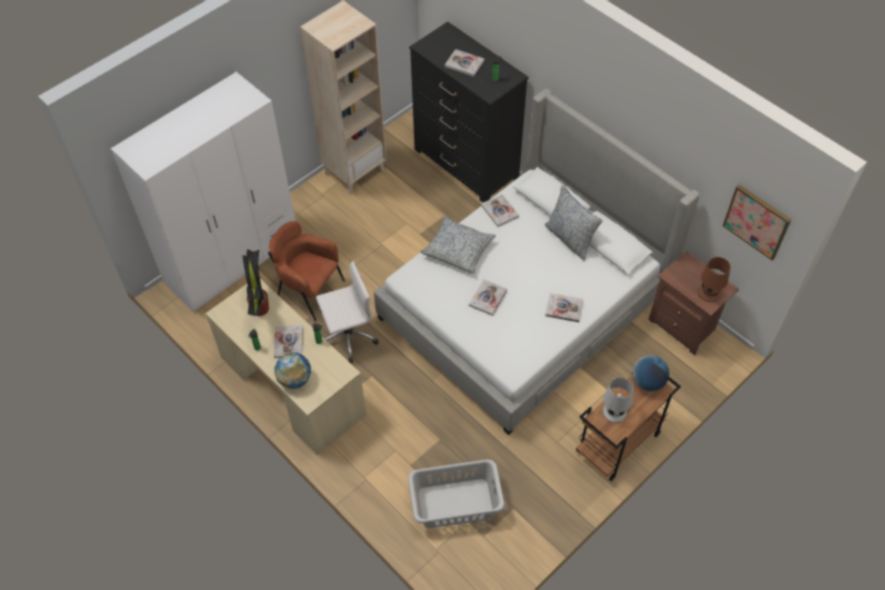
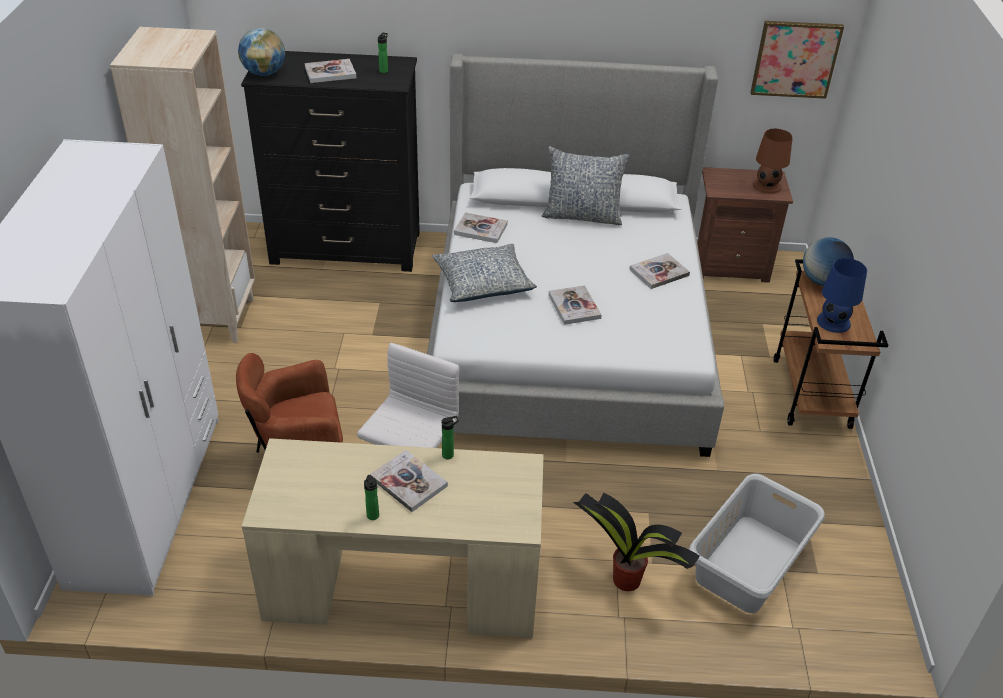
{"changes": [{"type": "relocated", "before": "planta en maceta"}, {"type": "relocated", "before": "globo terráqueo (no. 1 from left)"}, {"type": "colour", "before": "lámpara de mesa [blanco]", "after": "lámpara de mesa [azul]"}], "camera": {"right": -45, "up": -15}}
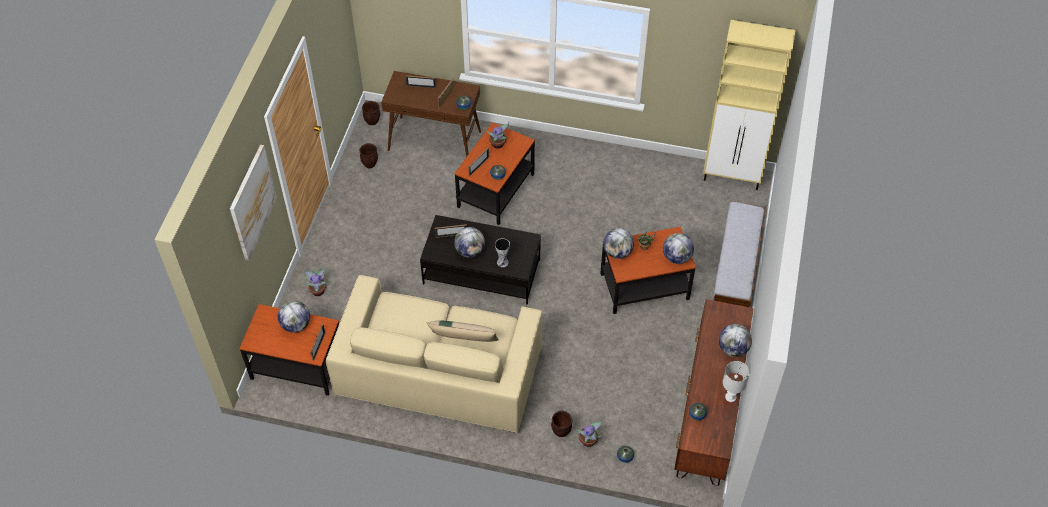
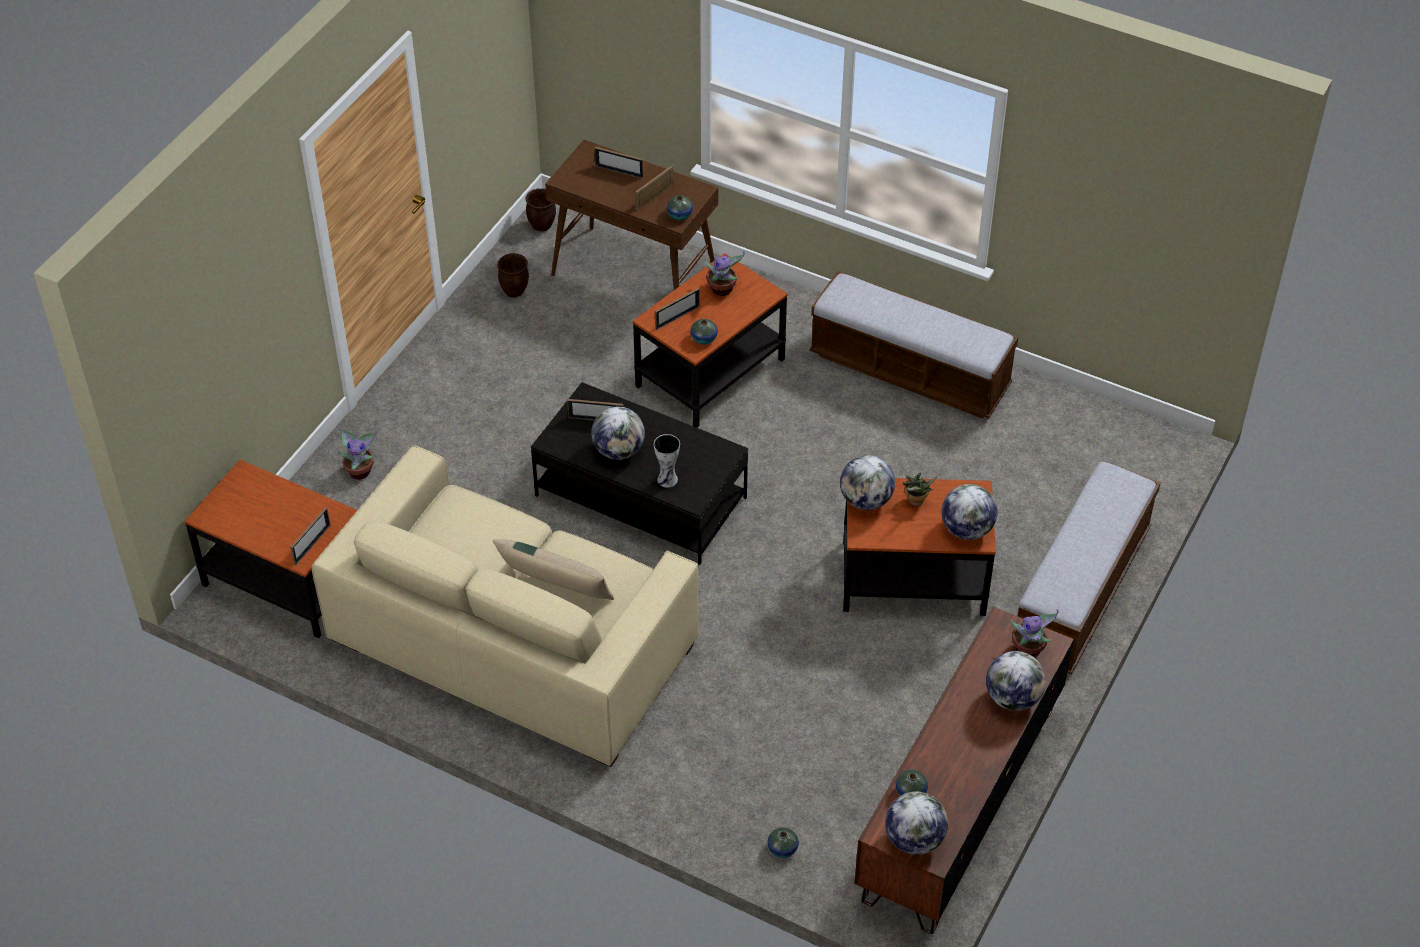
{"changes": [{"type": "missing", "before": "cuadro"}, {"type": "missing", "before": "maceta [marrón] (no. 3 from left)"}, {"type": "missing", "before": "armario [beis]"}, {"type": "missing", "before": "lámpara de mesa [blanco]"}, {"type": "appeared", "after": "banco (no. 1 from left)"}, {"type": "relocated", "before": "globo terráqueo (no. 1 from left in the first image)", "after": "globo terráqueo (no. 3 from left)"}, {"type": "relocated", "before": "planta en maceta (no. 3 from left in the first image)", "after": "planta en maceta (no. 4 from left)"}], "camera": {"right": 15, "up": -5}}
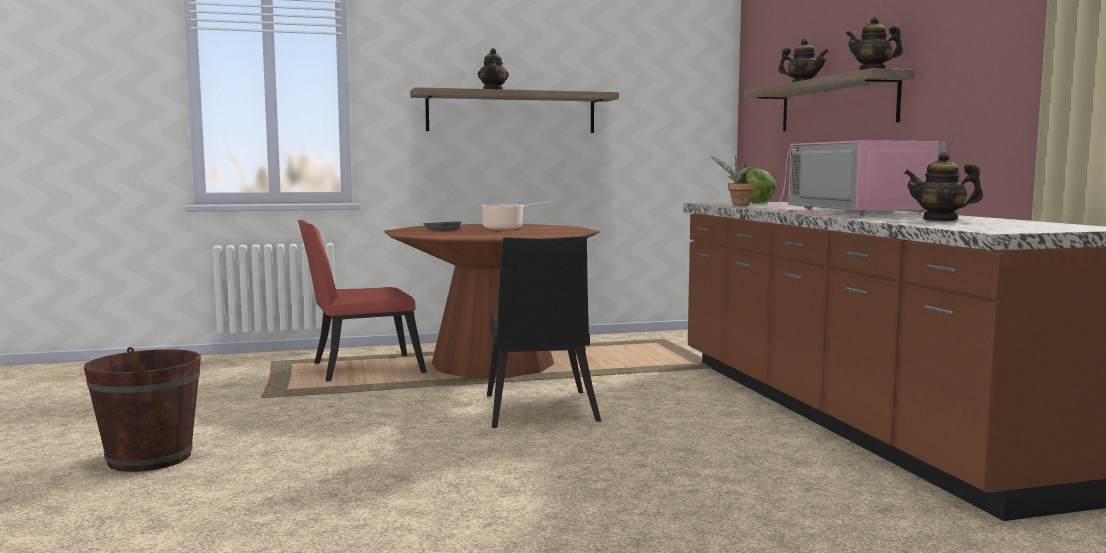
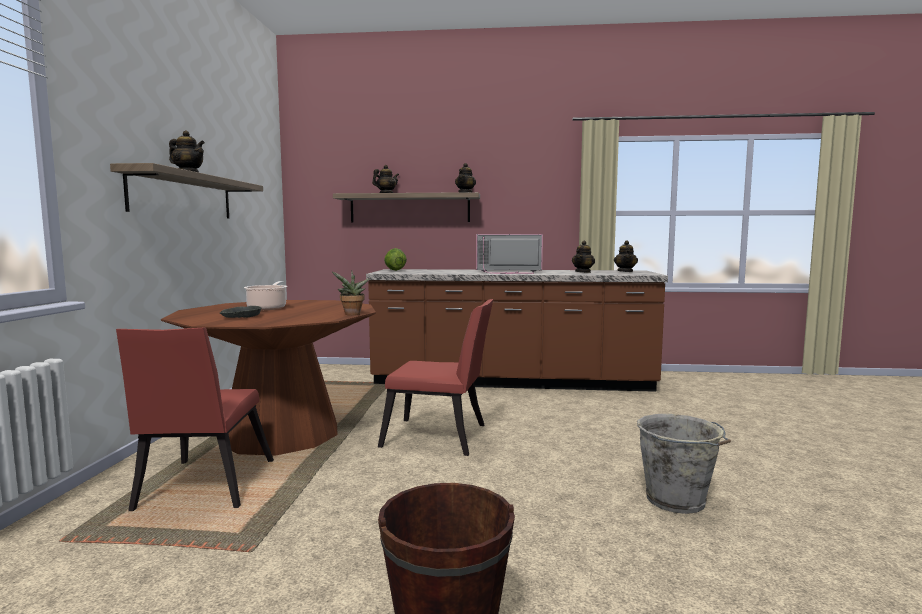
{"changes": [{"type": "appeared", "after": "tetera (no. 5 from left)"}, {"type": "appeared", "after": "cubo [gris]"}, {"type": "relocated", "before": "planta en maceta"}, {"type": "colour", "before": "silla [negro]", "after": "silla [rojo] (no. 2 from left)"}], "camera": {"right": -70, "up": 0}}
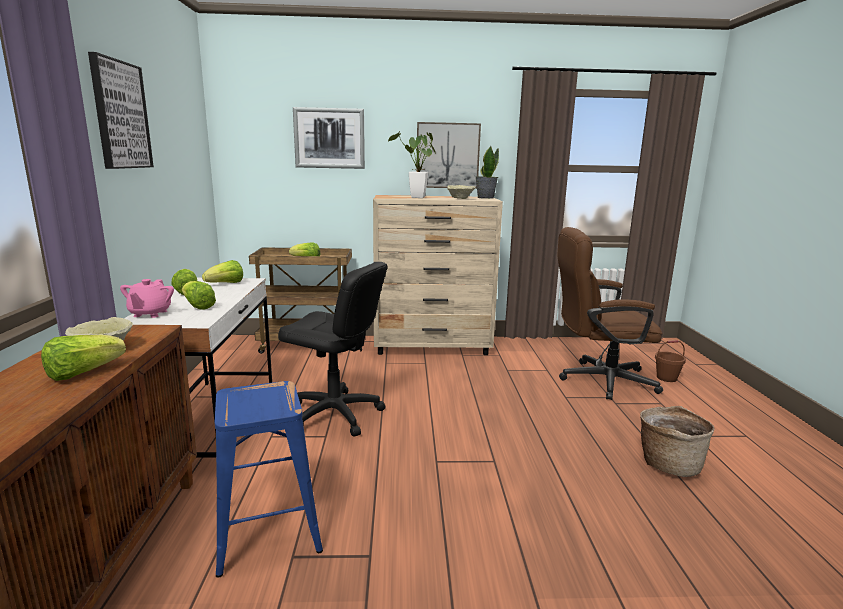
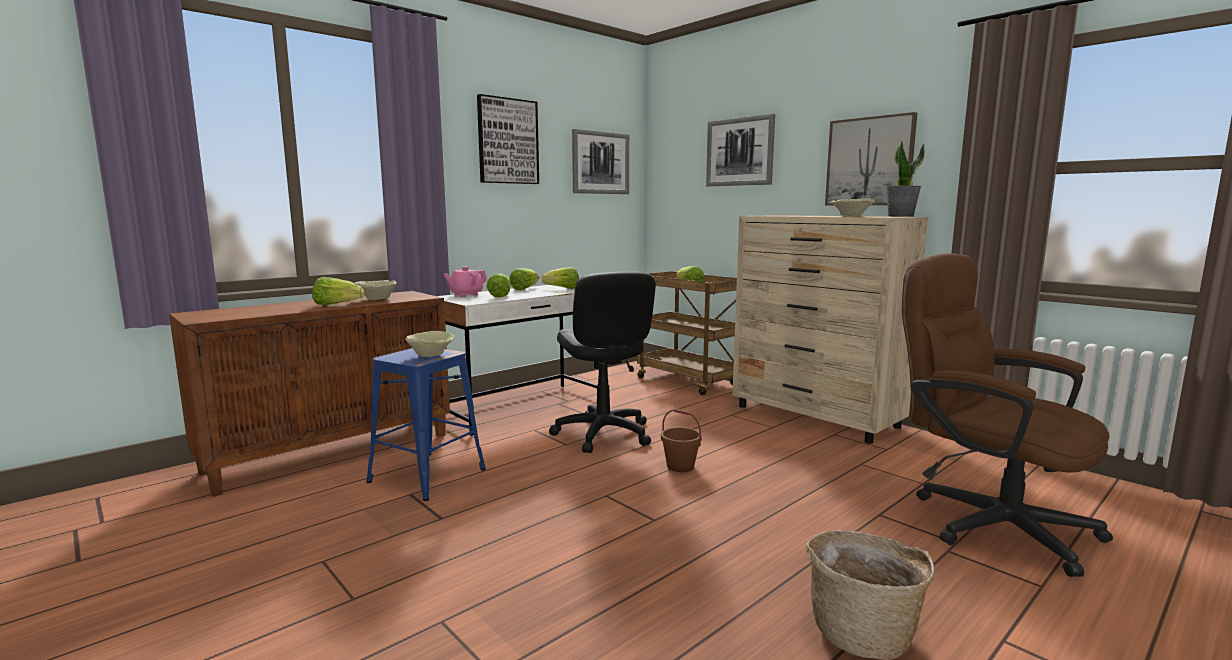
{"changes": [{"type": "missing", "before": "planta en maceta (no. 1 from left)"}, {"type": "appeared", "after": "cuenco [beis] (no. 2 from left)"}, {"type": "appeared", "after": "cuadro (no. 2 from left)"}, {"type": "relocated", "before": "cubo [marrón]"}], "camera": {"right": 50, "up": -5}}
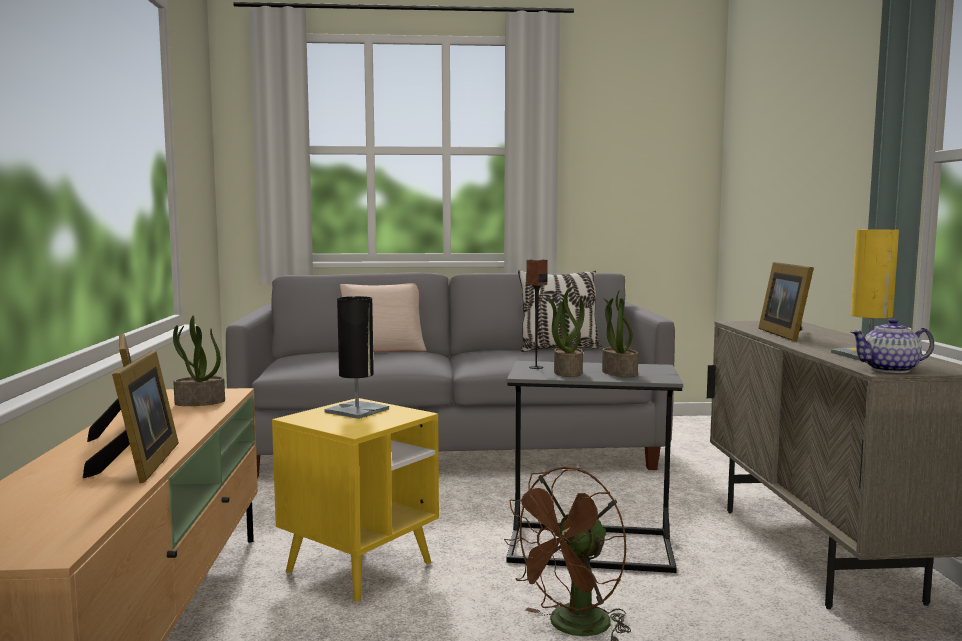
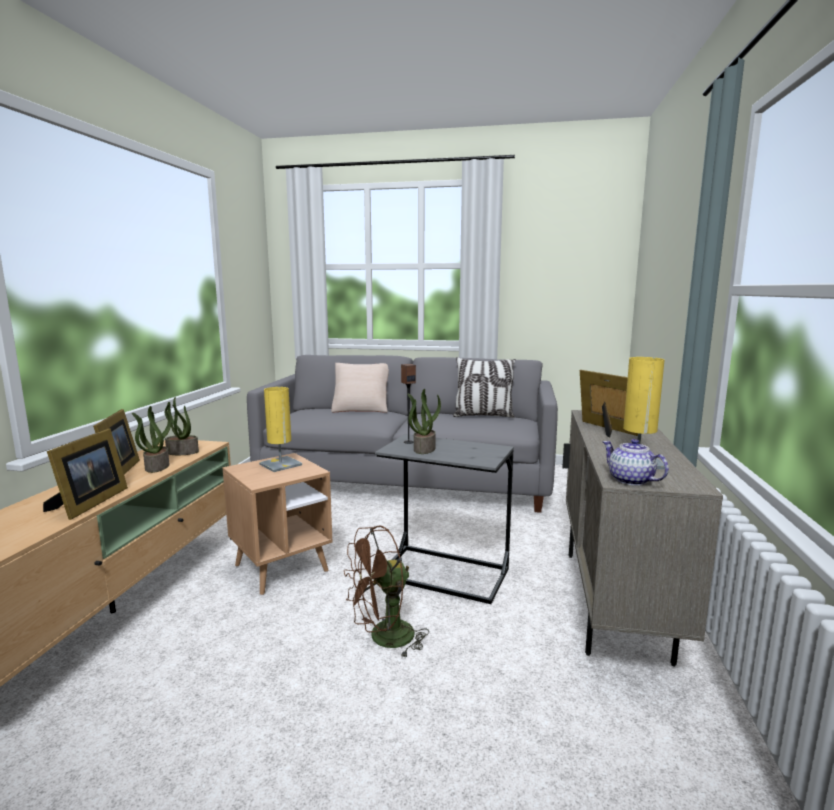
{"changes": [{"type": "relocated", "before": "planta en maceta (no. 3 from left in the first image)", "after": "planta en maceta (no. 1 from left)"}, {"type": "colour", "before": "mesa auxiliar [amarillo]", "after": "mesa auxiliar [marrón]"}, {"type": "colour", "before": "lámpara de mesa [negro]", "after": "lámpara de mesa [amarillo] (no. 1 from left)"}, {"type": "spun", "before": "portarretratos (no. 3 from left)", "turn": 135}, {"type": "spun", "before": "tetera", "turn": 45}], "camera": {"right": 15, "up": 5}}
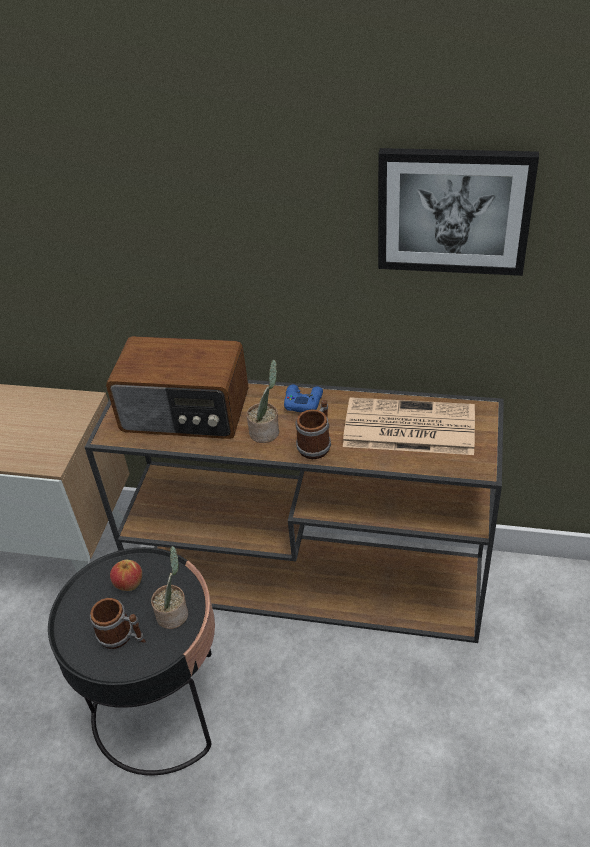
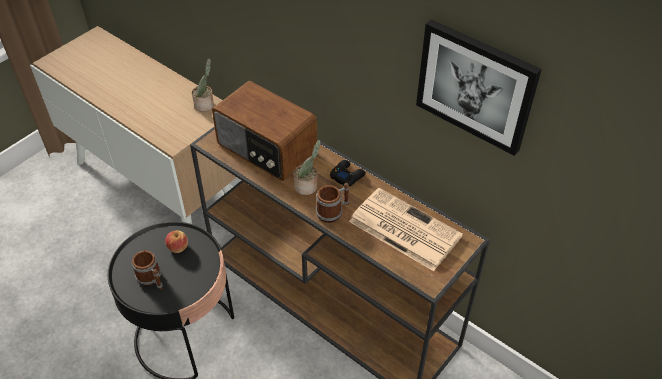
{"changes": [{"type": "relocated", "before": "planta en maceta (no. 1 from left)"}, {"type": "colour", "before": "mando de consola [azul]", "after": "mando de consola [negro]"}], "camera": {"right": 25, "up": 5}}
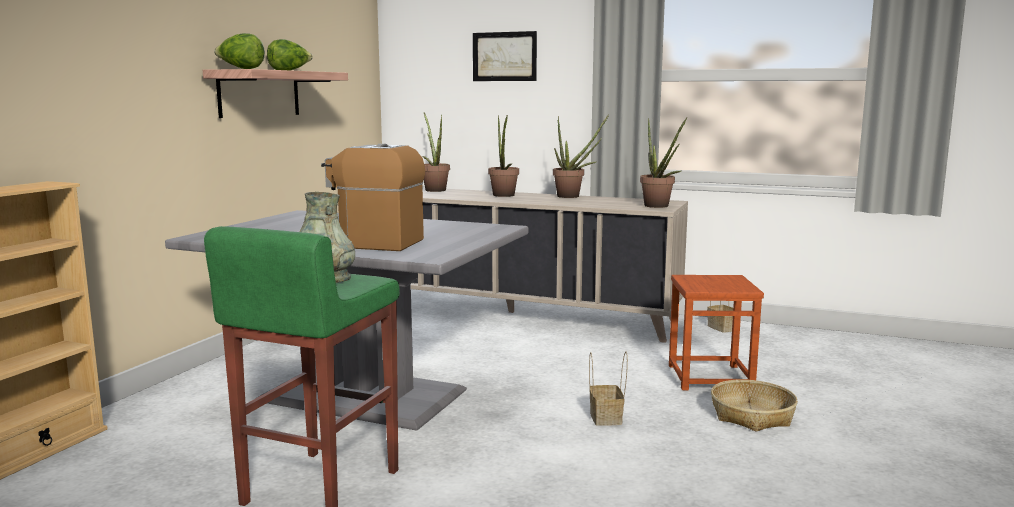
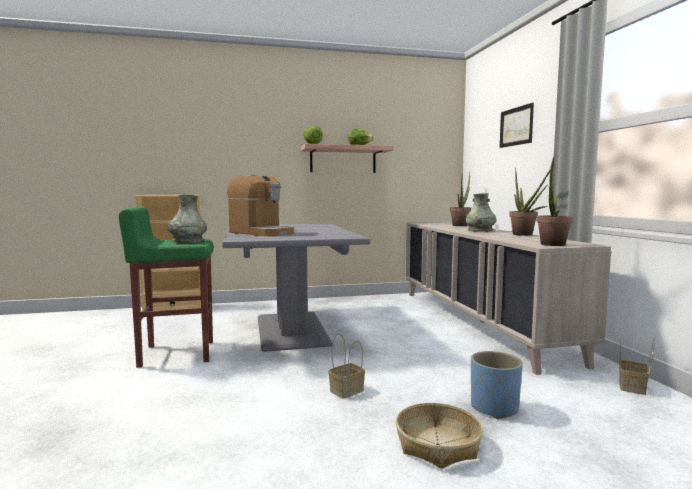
{"changes": [{"type": "exchanged", "before": "planta en maceta (no. 2 from left)", "after": "florero [gris] (no. 2 from left)"}, {"type": "exchanged", "before": "taburete [marrón]", "after": "maceta [azul]"}, {"type": "spun", "before": "cafetera", "turn": 150}], "camera": {"right": 55, "up": -5}}
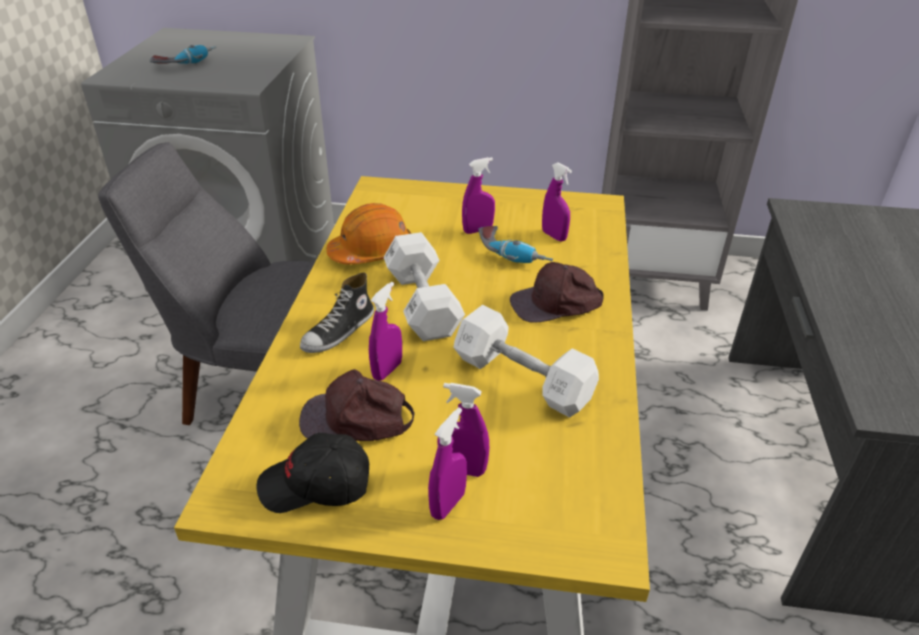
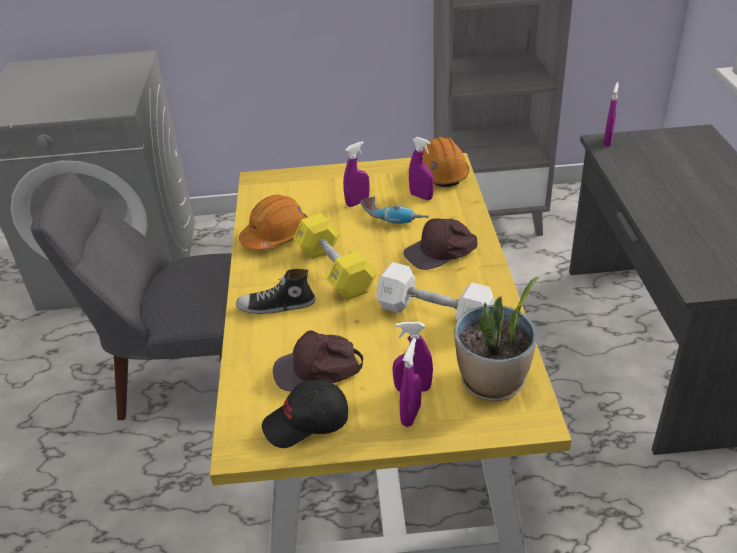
{"changes": [{"type": "missing", "before": "taladro (no. 1 from left)"}, {"type": "appeared", "after": "casco [naranja] (no. 2 from left)"}, {"type": "appeared", "after": "planta en maceta"}, {"type": "relocated", "before": "pulverizador [morado] (no. 1 from left in the first image)", "after": "pulverizador [morado] (no. 5 from left)"}, {"type": "colour", "before": "mancuerna [blanco] (no. 1 from left)", "after": "mancuerna [amarillo]"}, {"type": "spun", "before": "zapato", "turn": 60}], "camera": {"right": -10, "up": 0}}
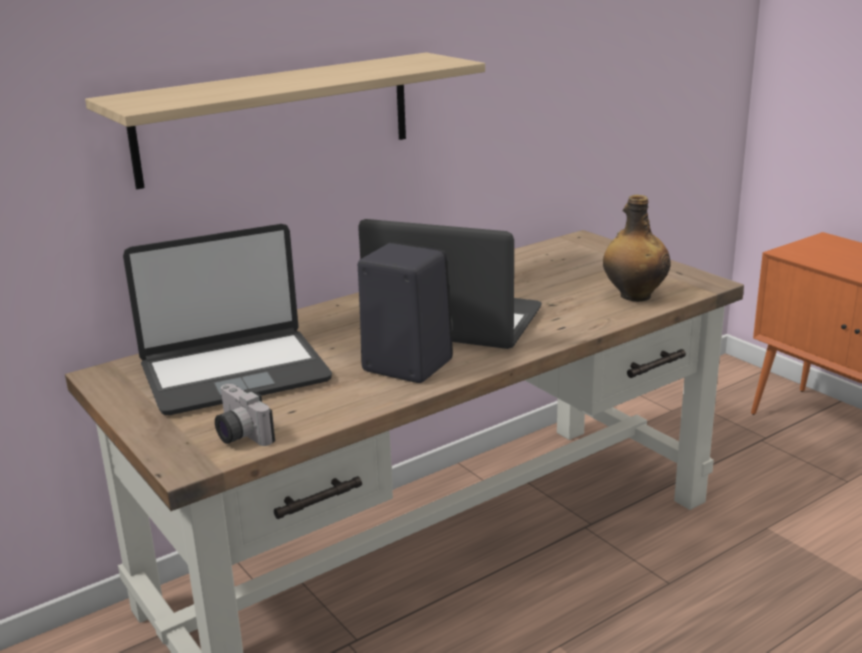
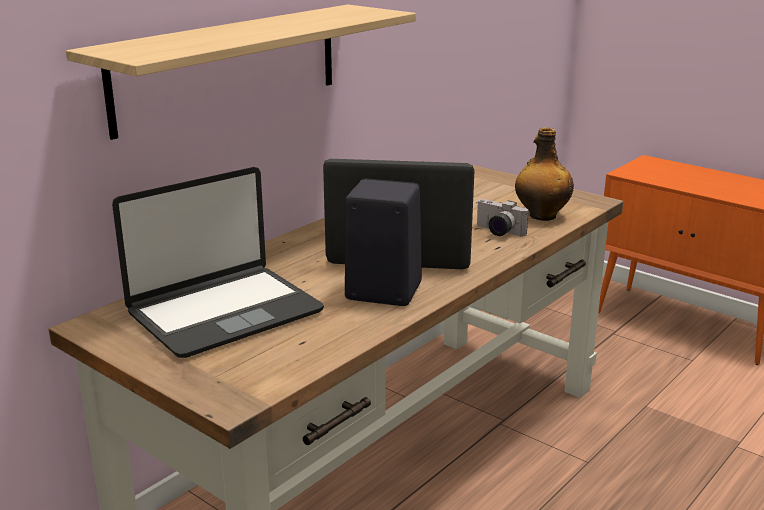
{"changes": [{"type": "relocated", "before": "cámara"}], "camera": {"right": -15, "up": 0}}
